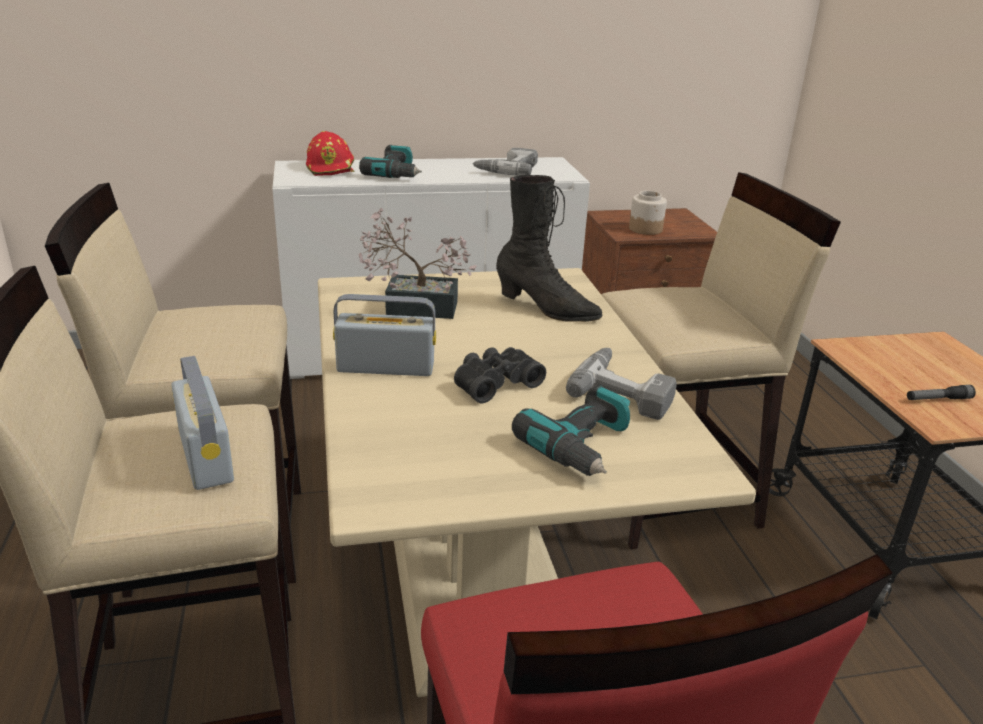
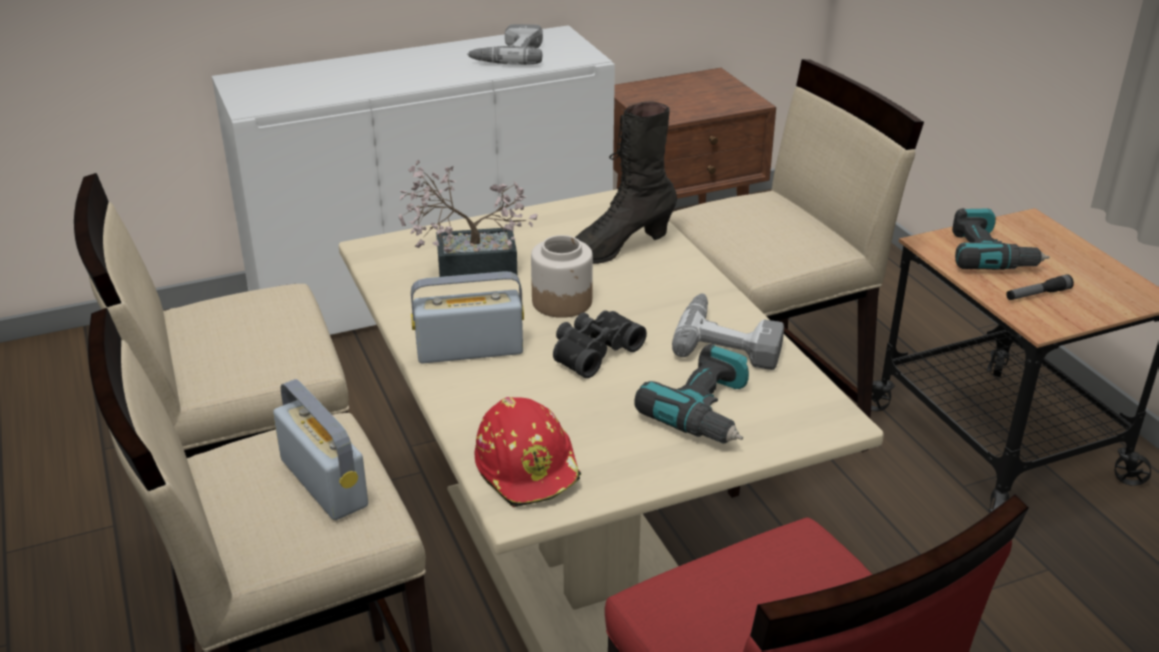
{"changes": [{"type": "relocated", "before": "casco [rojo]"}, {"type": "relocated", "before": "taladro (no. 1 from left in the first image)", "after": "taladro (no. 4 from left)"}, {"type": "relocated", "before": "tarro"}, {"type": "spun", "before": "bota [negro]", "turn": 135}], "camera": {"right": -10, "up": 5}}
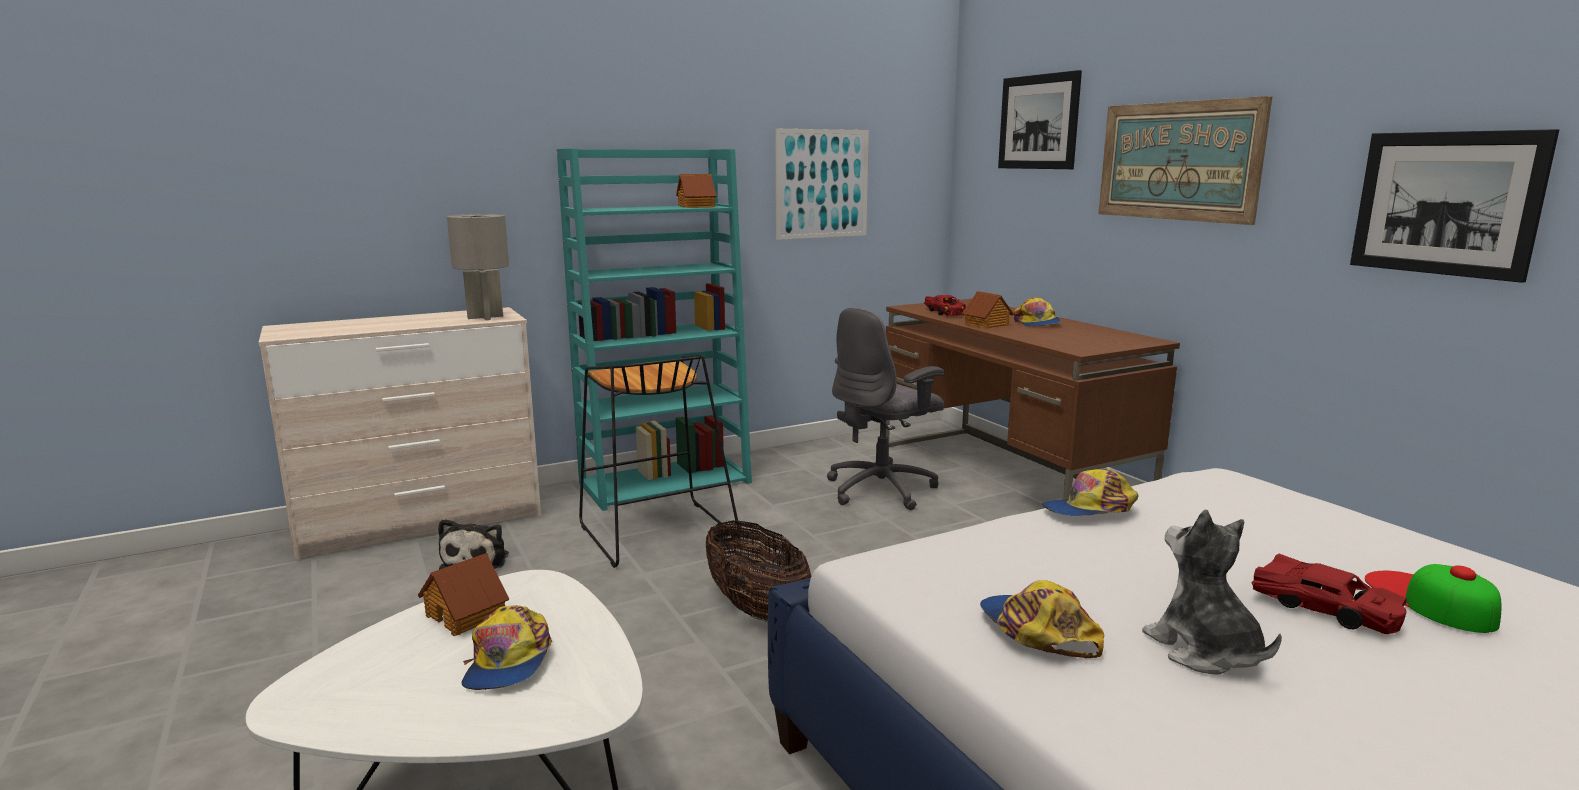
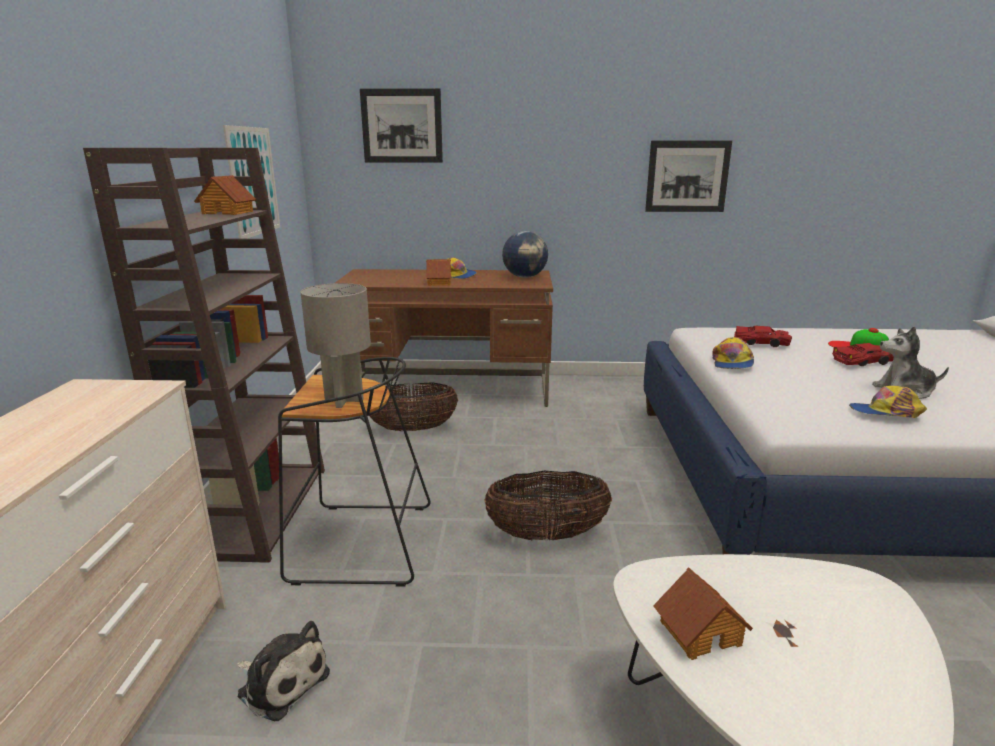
{"changes": [{"type": "missing", "before": "gorra (no. 1 from left)"}, {"type": "missing", "before": "cuadro (no. 3 from left)"}, {"type": "appeared", "after": "globo terráqueo"}, {"type": "relocated", "before": "lámpara de mesa [gris]"}, {"type": "relocated", "before": "coche de juguete [rojo] (no. 1 from left)"}, {"type": "exchanged", "before": "silla de oficina [gris]", "after": "cesta (no. 1 from left)"}, {"type": "colour", "before": "estantería [turquesa]", "after": "estantería [marrón]"}], "camera": {"right": -60, "up": 5}}
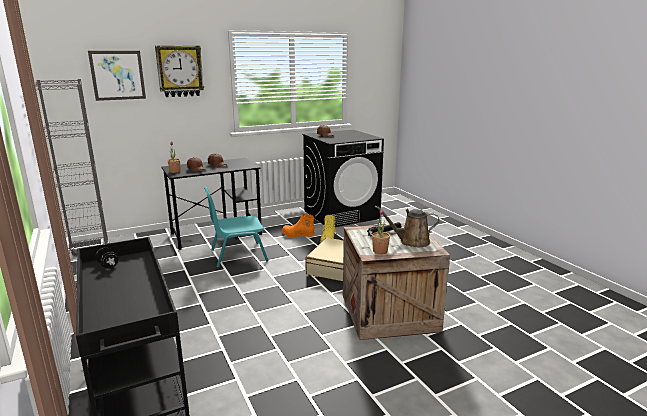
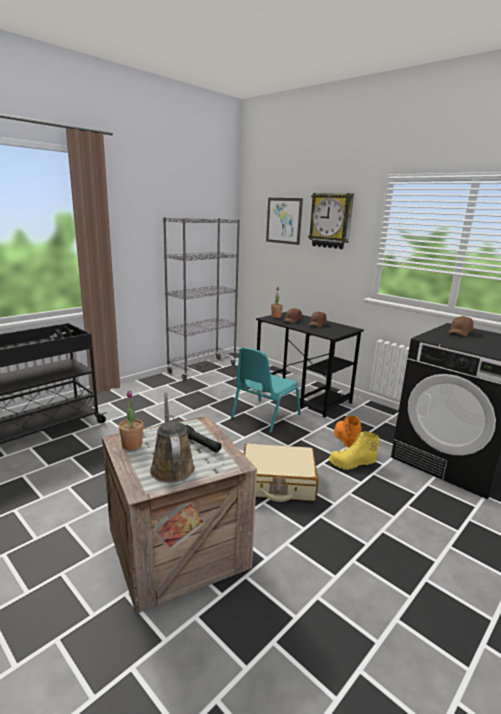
{"changes": [{"type": "spun", "before": "silla [turquesa]", "turn": -105}], "camera": {"right": 70, "up": 0}}
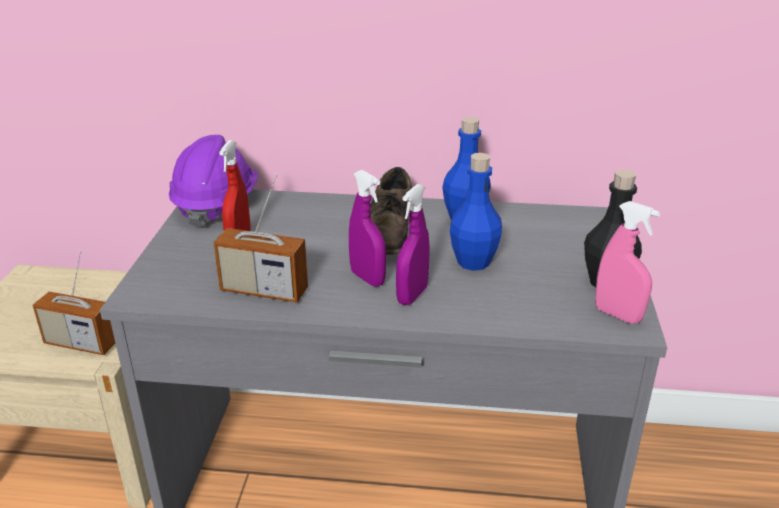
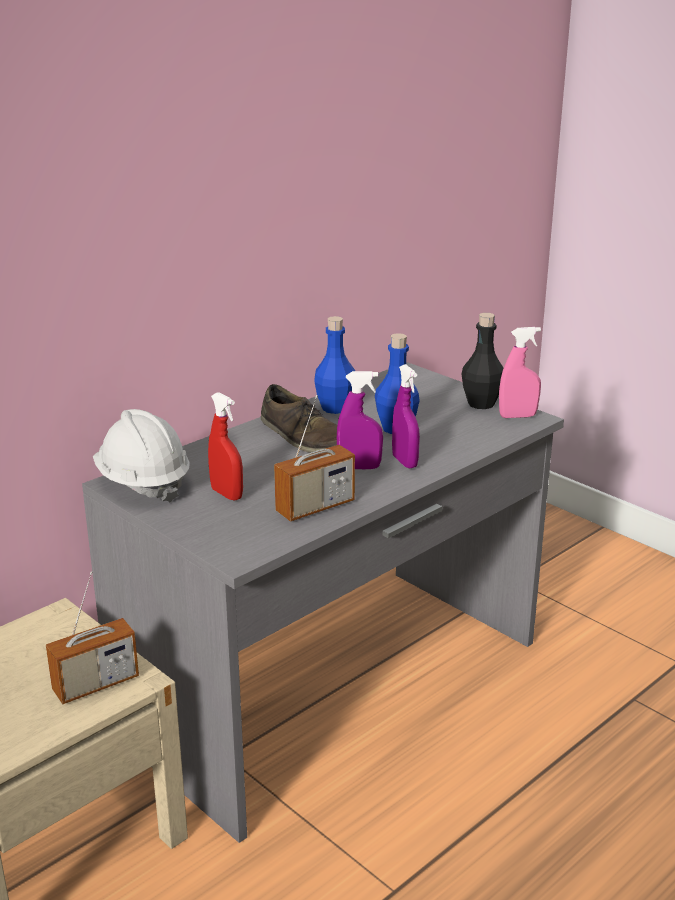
{"changes": [{"type": "colour", "before": "casco [morado]", "after": "casco [blanco]"}], "camera": {"right": -50, "up": -5}}
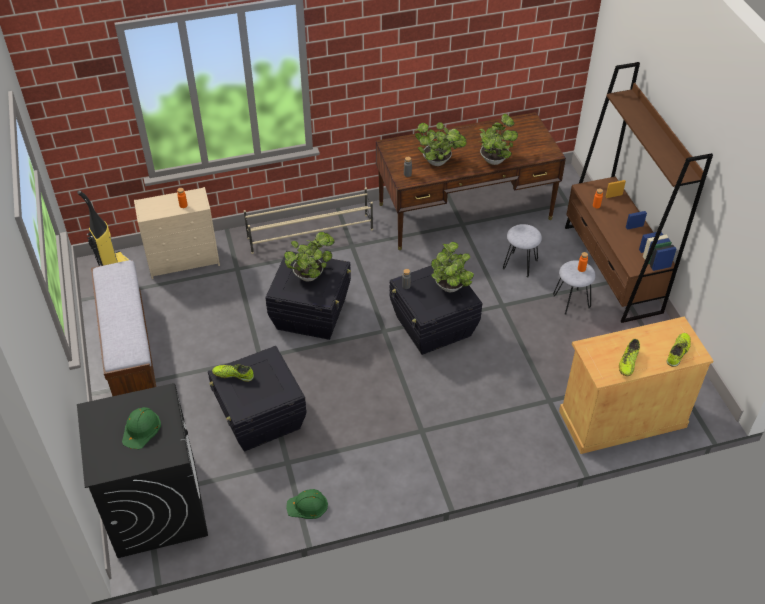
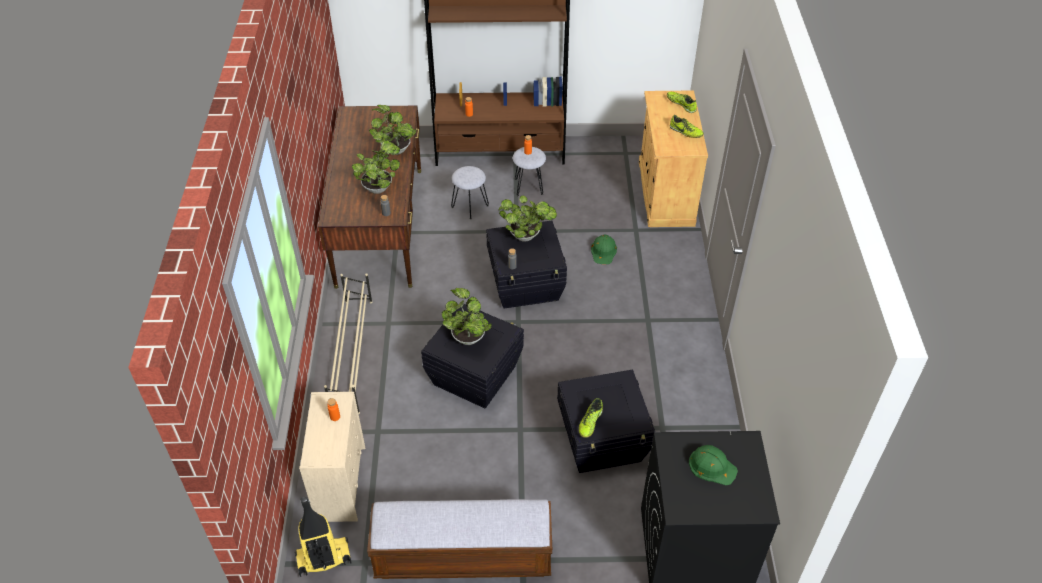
{"changes": [{"type": "relocated", "before": "casco [verde] (no. 2 from left in the first image)", "after": "casco [verde] (no. 1 from left)"}], "camera": {"right": -75, "up": 0}}
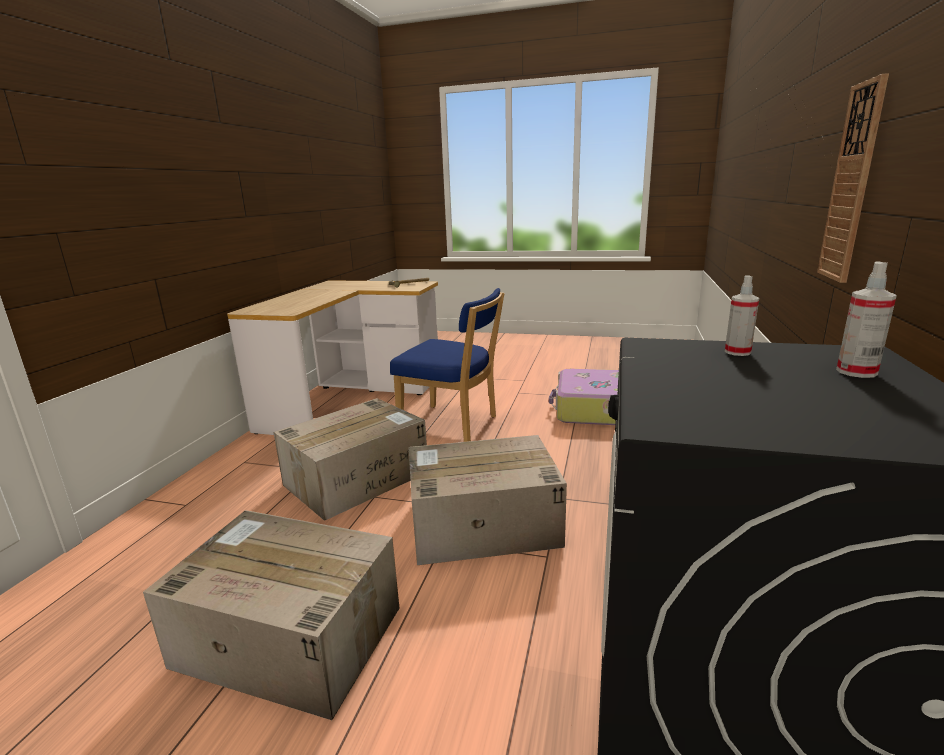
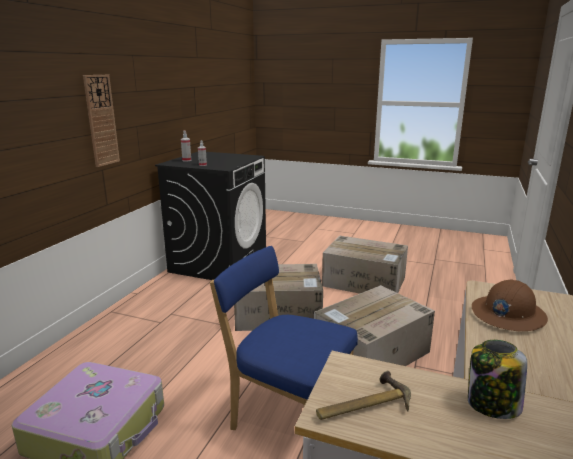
{"changes": [{"type": "appeared", "after": "tarro"}, {"type": "appeared", "after": "casco [marrón]"}], "camera": {"right": -175, "up": 0}}
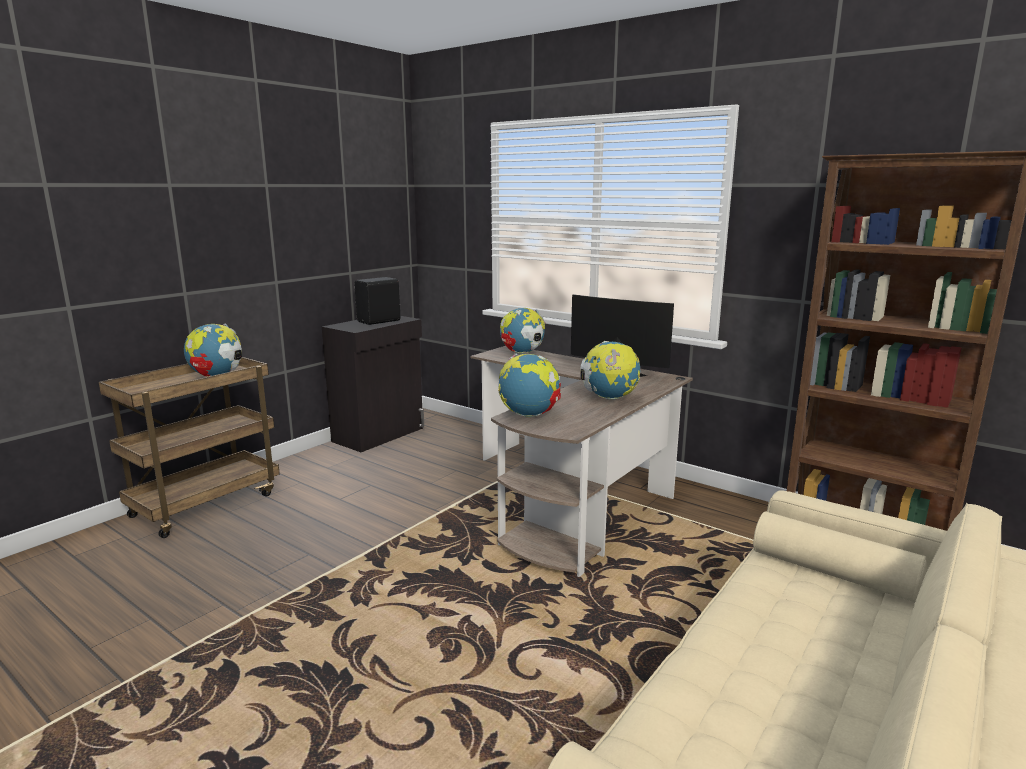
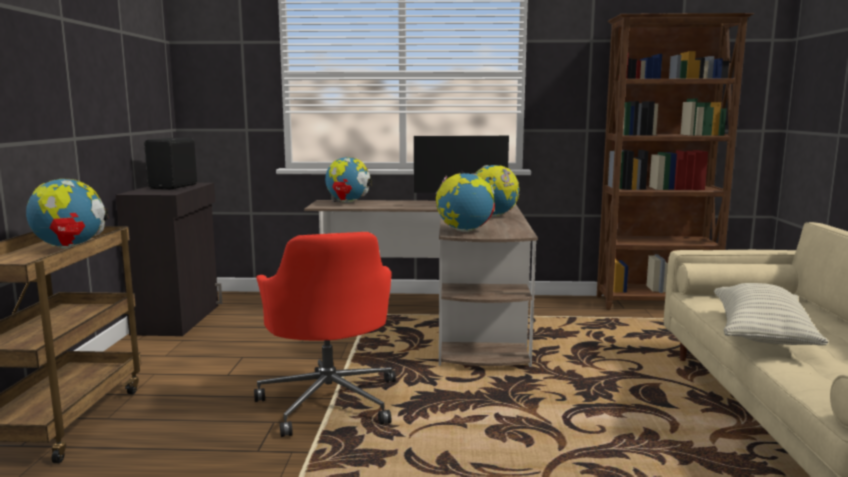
{"changes": [{"type": "appeared", "after": "silla de oficina [rojo]"}, {"type": "appeared", "after": "cojín"}], "camera": {"right": -35, "up": -5}}
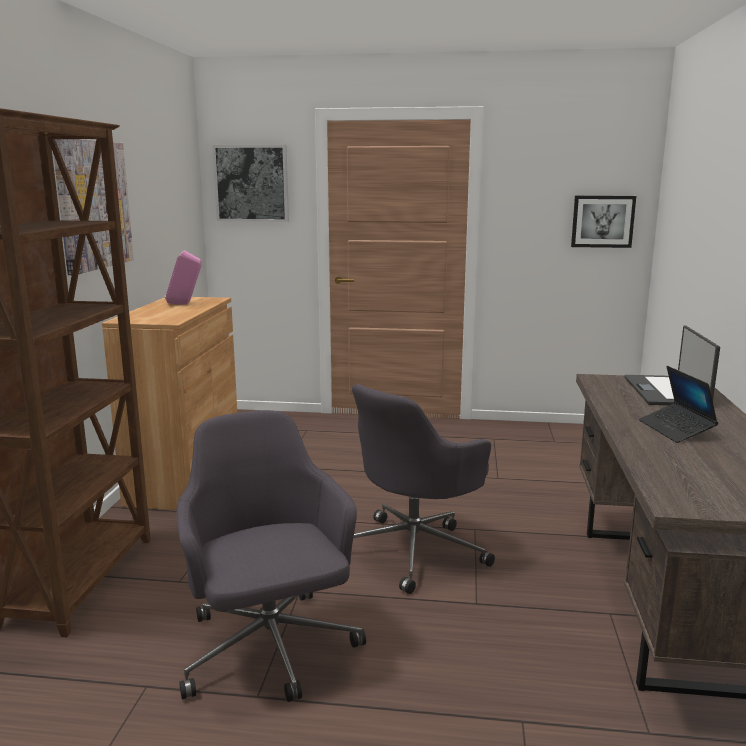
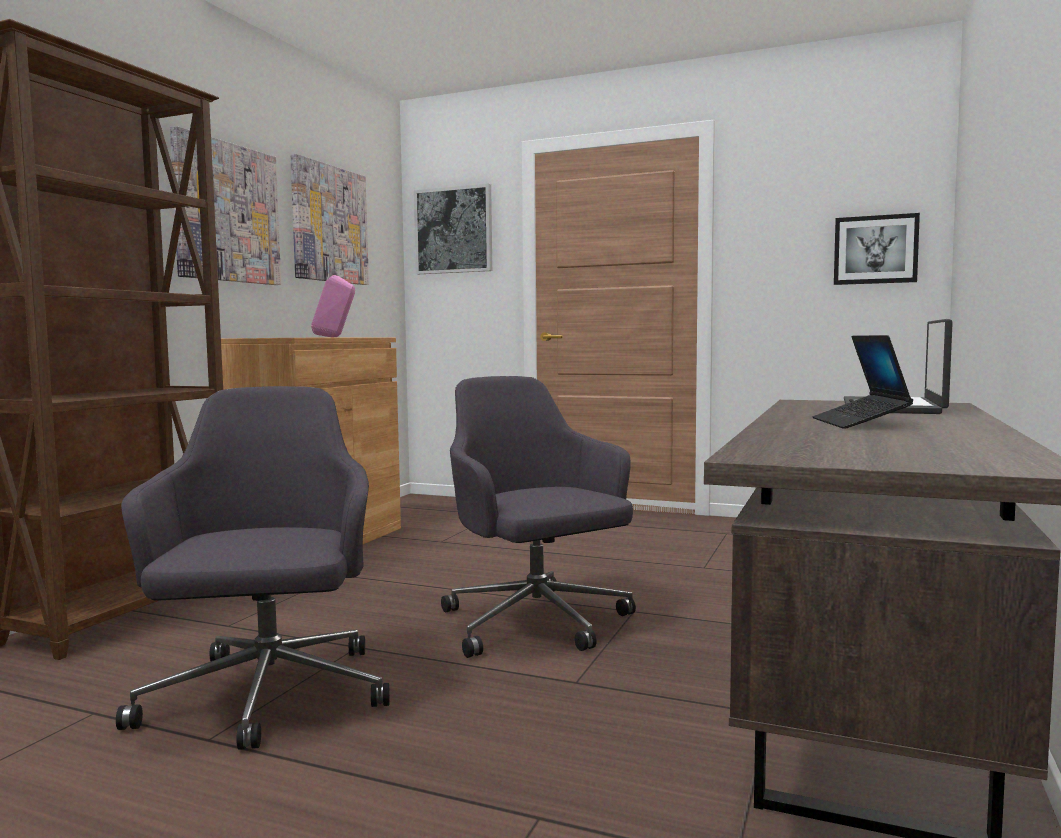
{"changes": [{"type": "appeared", "after": "cuadro (no. 2 from left)"}, {"type": "spun", "before": "silla de oficina [gris] (no. 2 from left)", "turn": 90}], "camera": {"right": 15, "up": -10}}
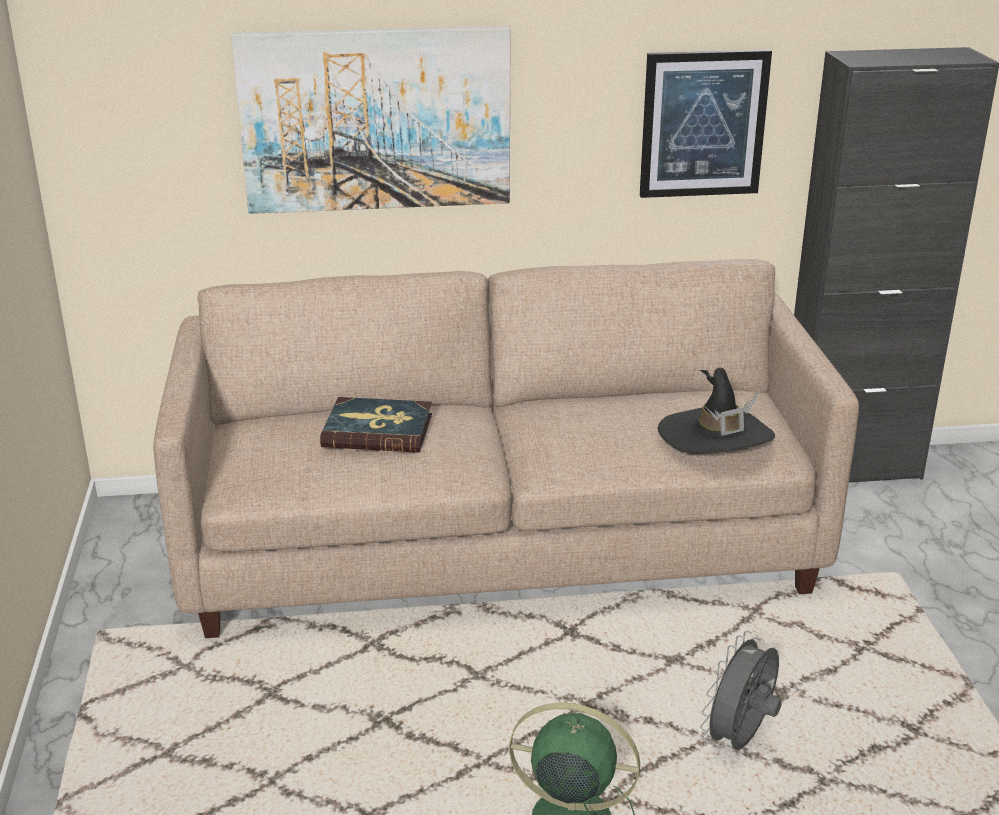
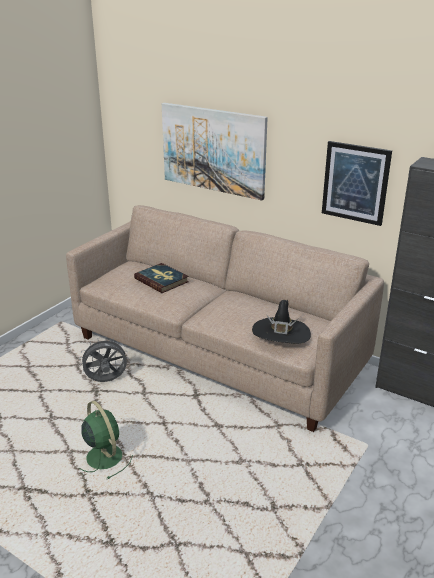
{"changes": [{"type": "relocated", "before": "ventilador [gris]"}], "camera": {"right": 40, "up": 0}}
